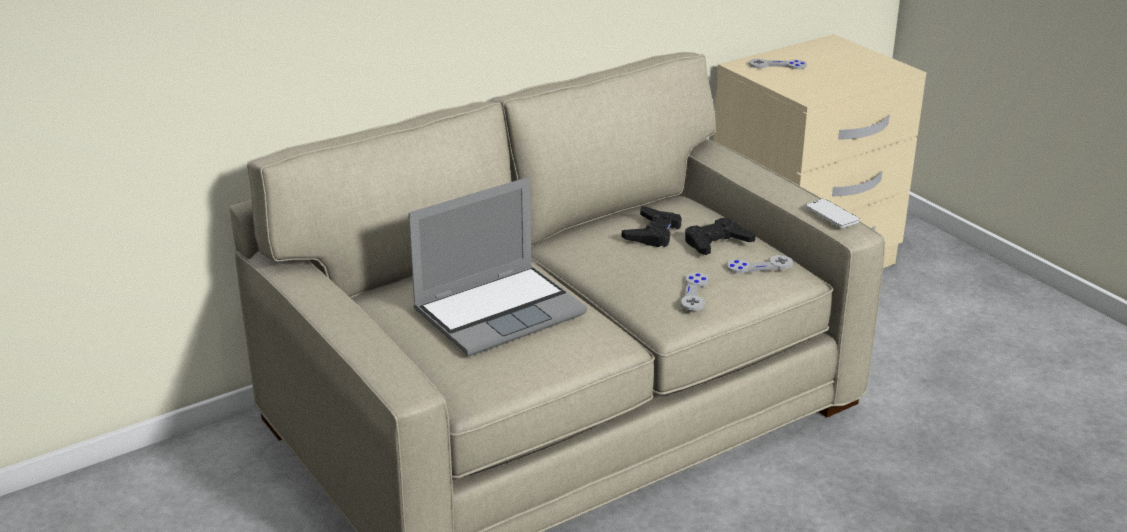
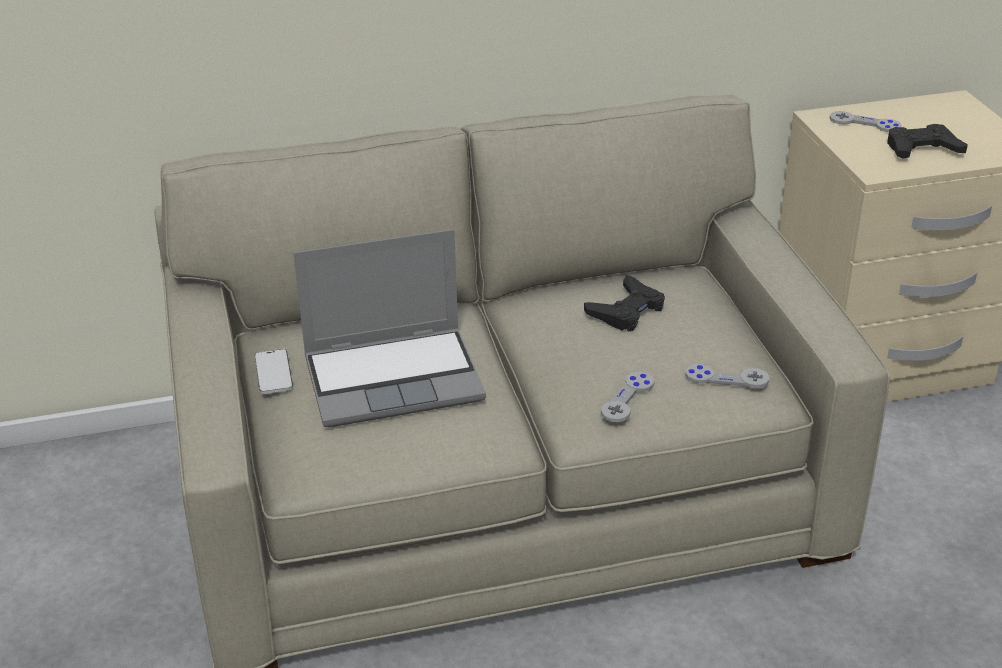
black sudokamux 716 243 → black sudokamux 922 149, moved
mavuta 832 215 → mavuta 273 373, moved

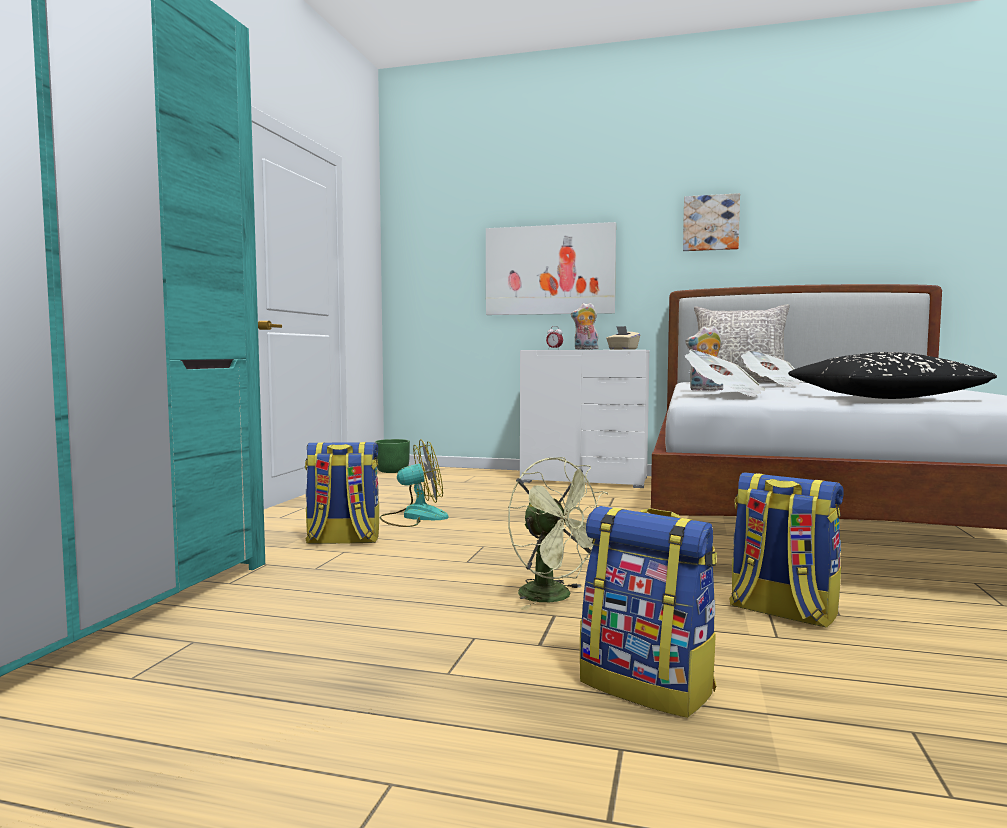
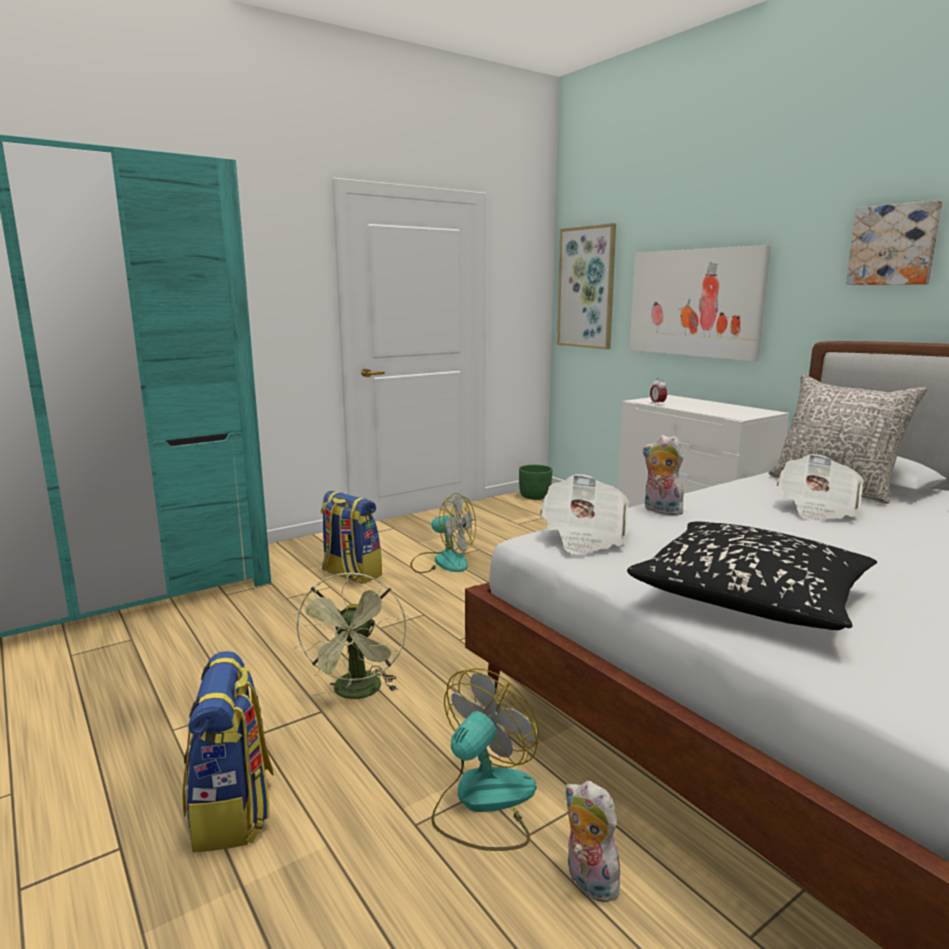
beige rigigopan 622 349 → -
- → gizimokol 586 287
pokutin 585 349 → pokutin 588 881, moved
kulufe 781 612 → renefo 483 802

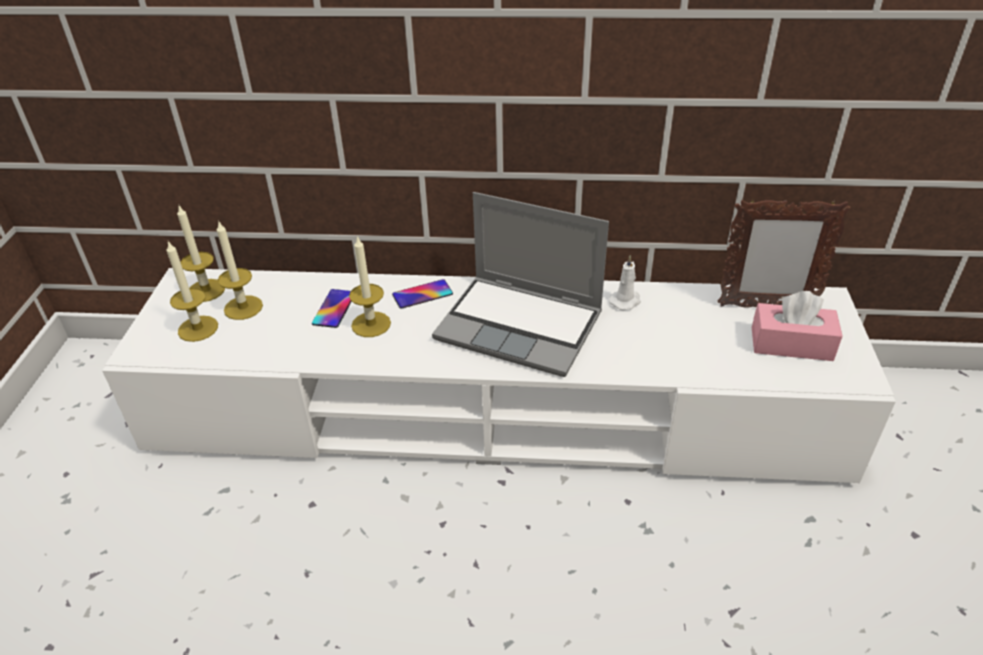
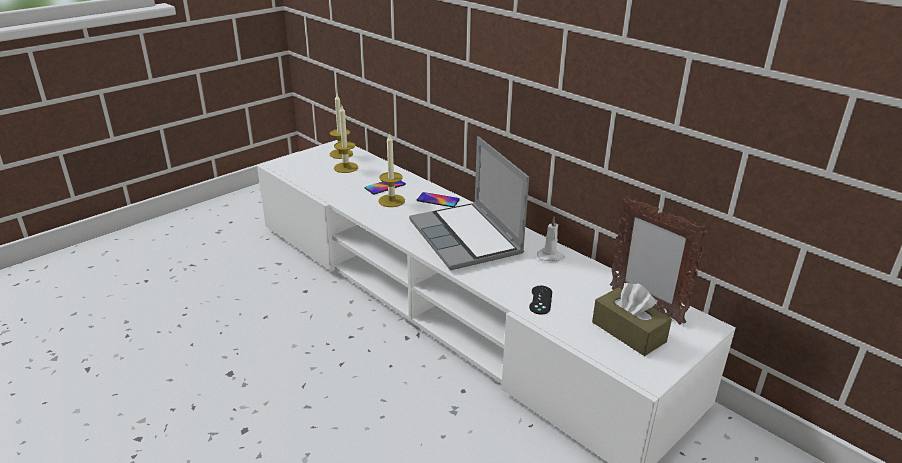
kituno 198 328 → -
- → black sudokamux 540 300
pink rigigopan 791 344 → brown rigigopan 628 332

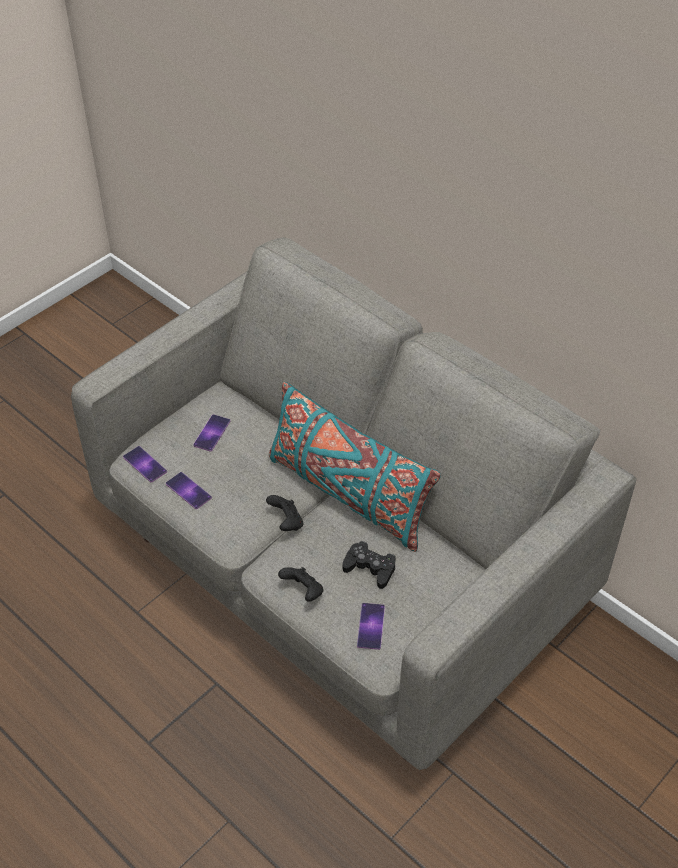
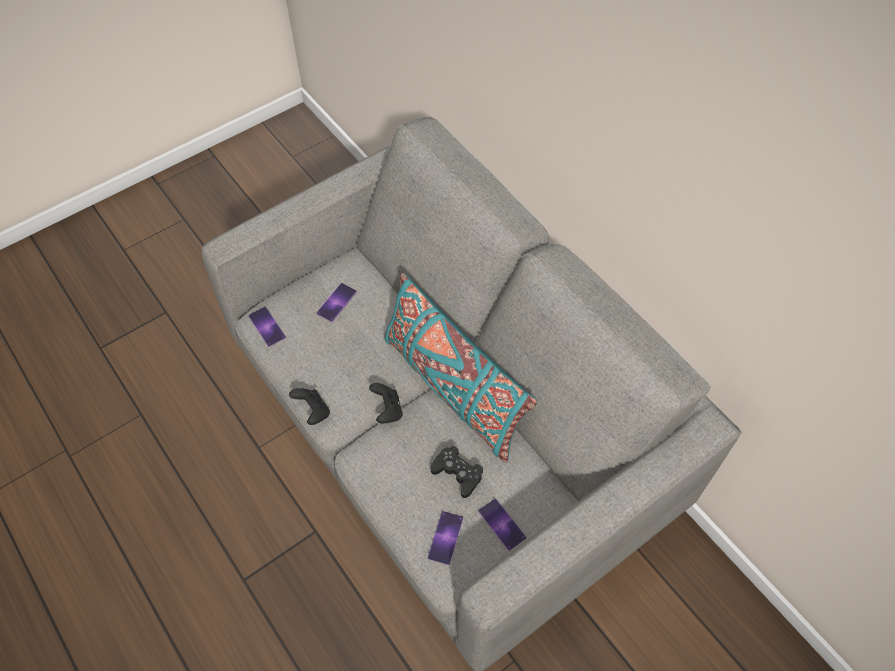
mavuta 188 491 → mavuta 502 524, moved
black sudokamux 303 592 → black sudokamux 313 411, moved

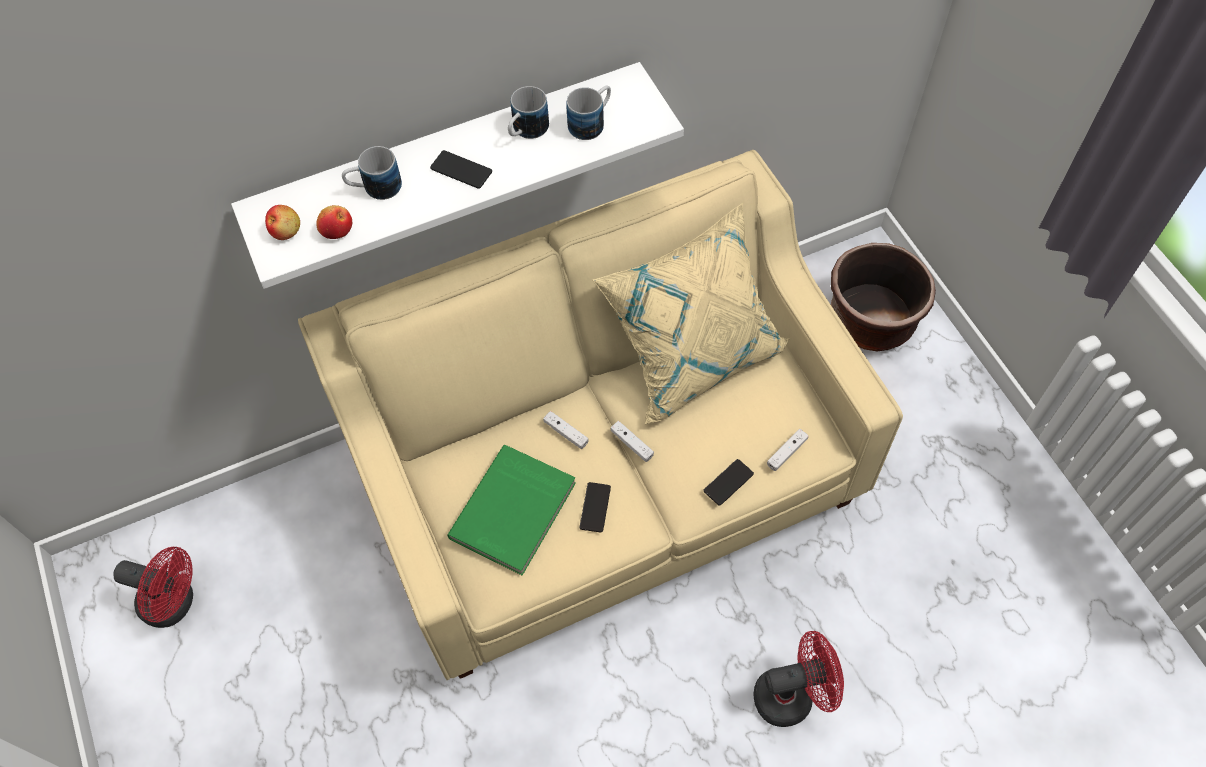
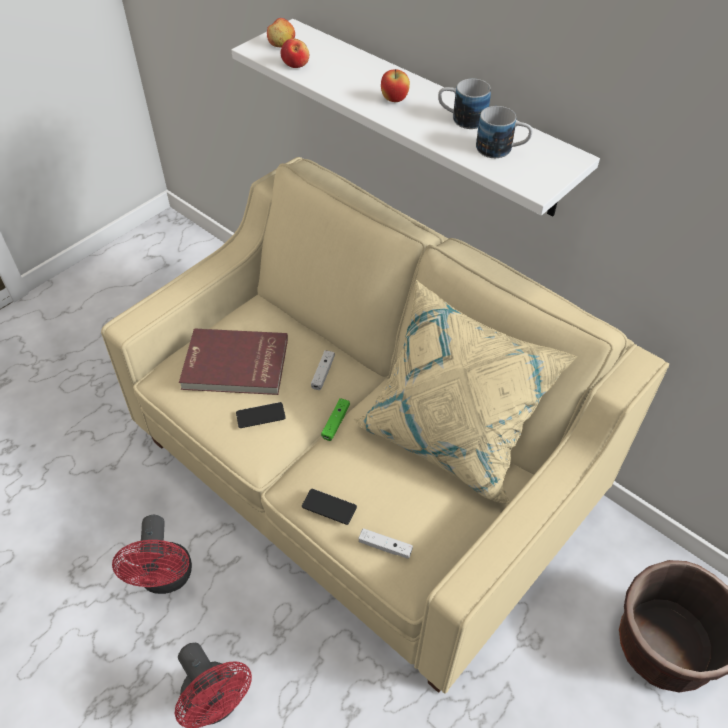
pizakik 374 188 → -
red renefo 175 604 → red renefo 166 579, moved
mavuta 461 170 → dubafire 394 100
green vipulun 515 511 → red vipulun 235 365
white sudokamux 632 444 → green sudokamux 336 422

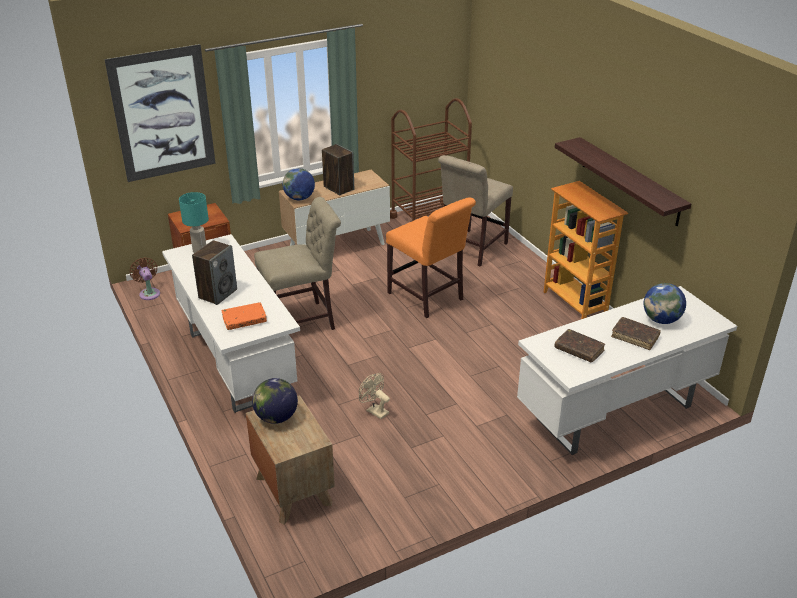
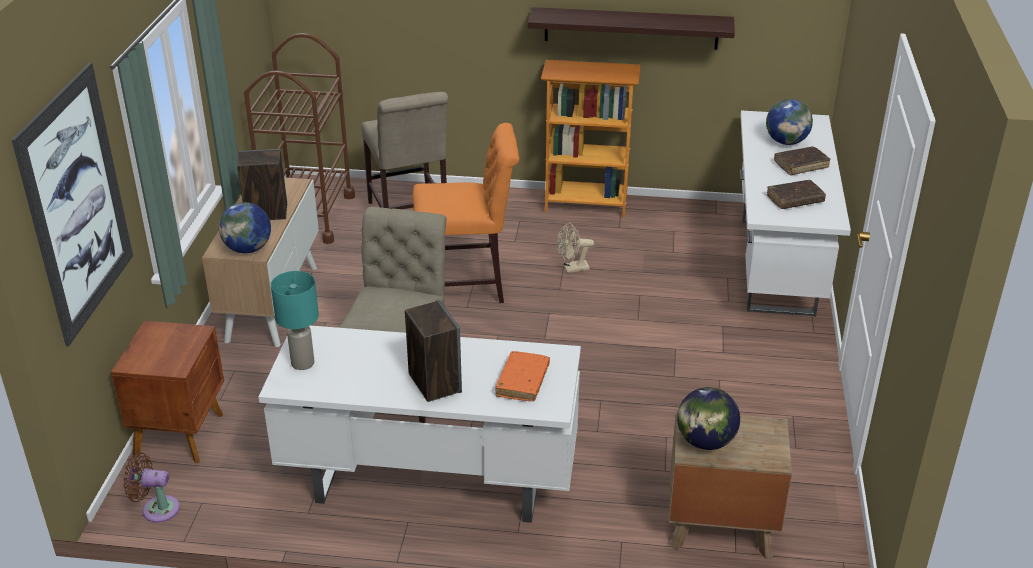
beige renefo 374 411 → beige renefo 572 269, moved

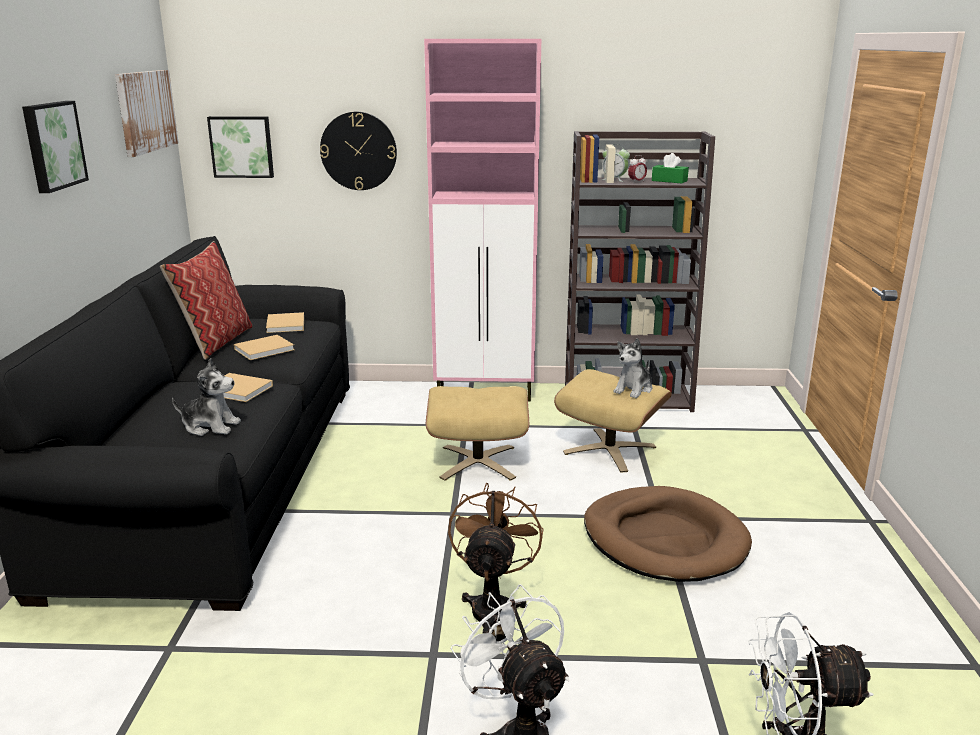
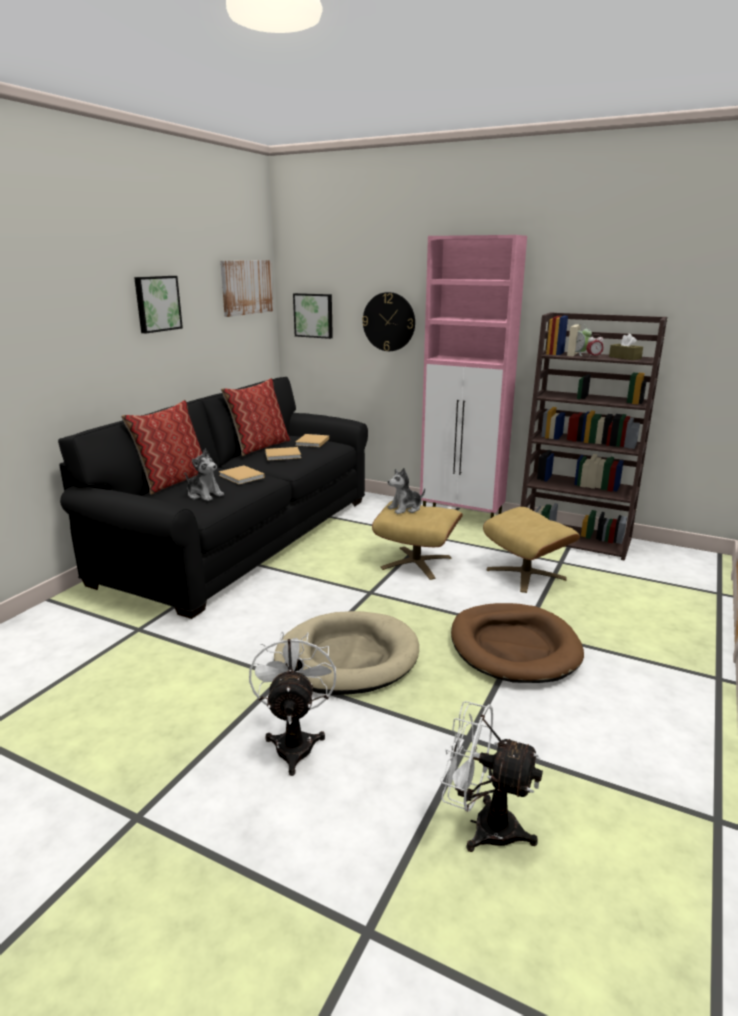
- → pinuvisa 173 481
pokutin 634 389 → pokutin 405 508, moved
brown renefo 493 606 → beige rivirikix 347 658
green rigigopan 669 181 → brown rigigopan 625 358

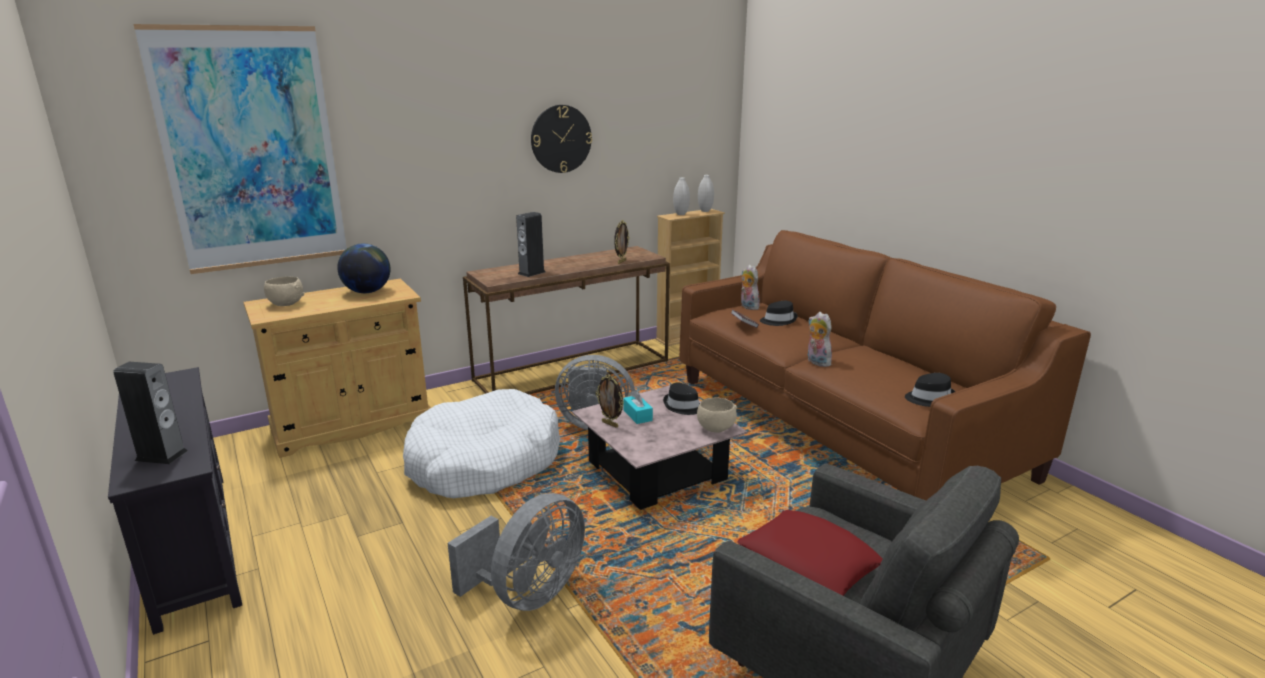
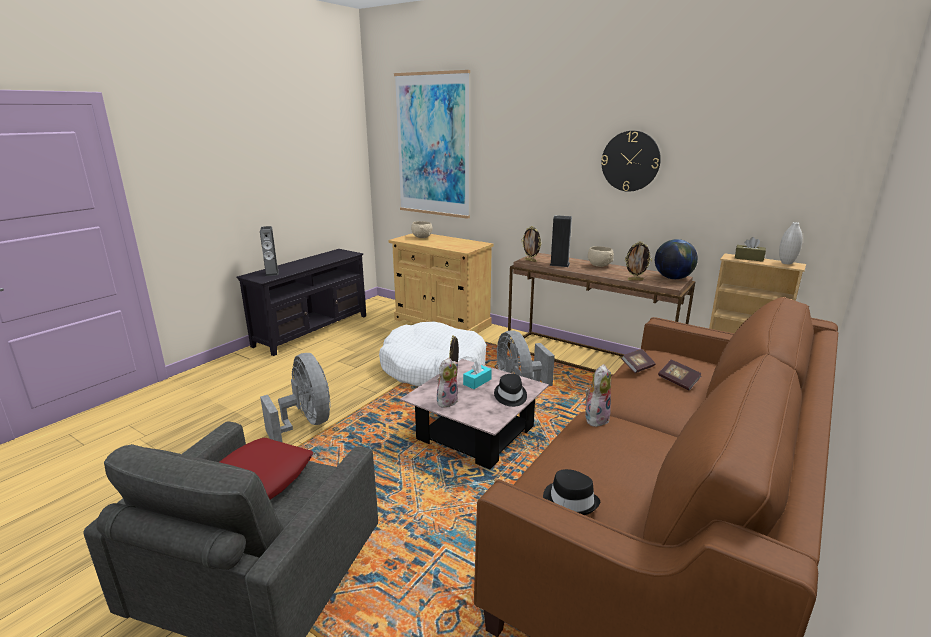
- → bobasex 530 260
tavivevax 367 292 → tavivevax 673 278, moved
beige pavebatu 715 428 → beige pavebatu 599 265, moved
pokutin 747 307 → pokutin 447 401, moved
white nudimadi 681 214 → brown rigigopan 748 258
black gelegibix 778 320 → vipulun 678 381
grey renefo 528 594 → grey renefo 306 424, 135 degrees counterclockwise

